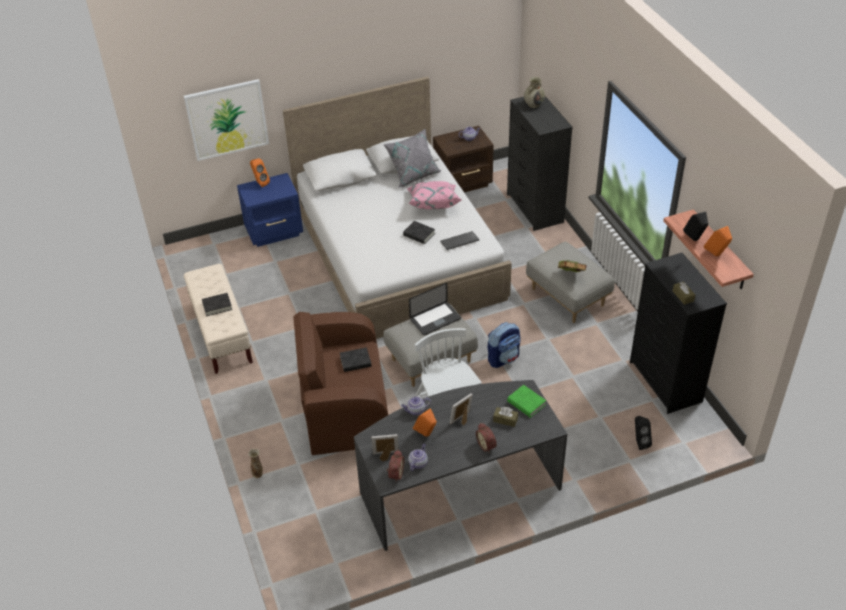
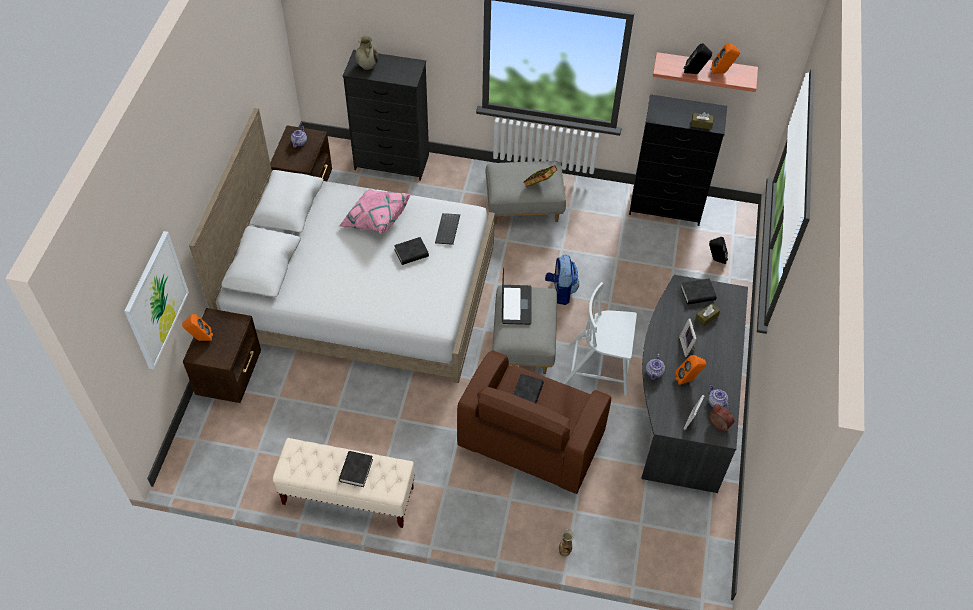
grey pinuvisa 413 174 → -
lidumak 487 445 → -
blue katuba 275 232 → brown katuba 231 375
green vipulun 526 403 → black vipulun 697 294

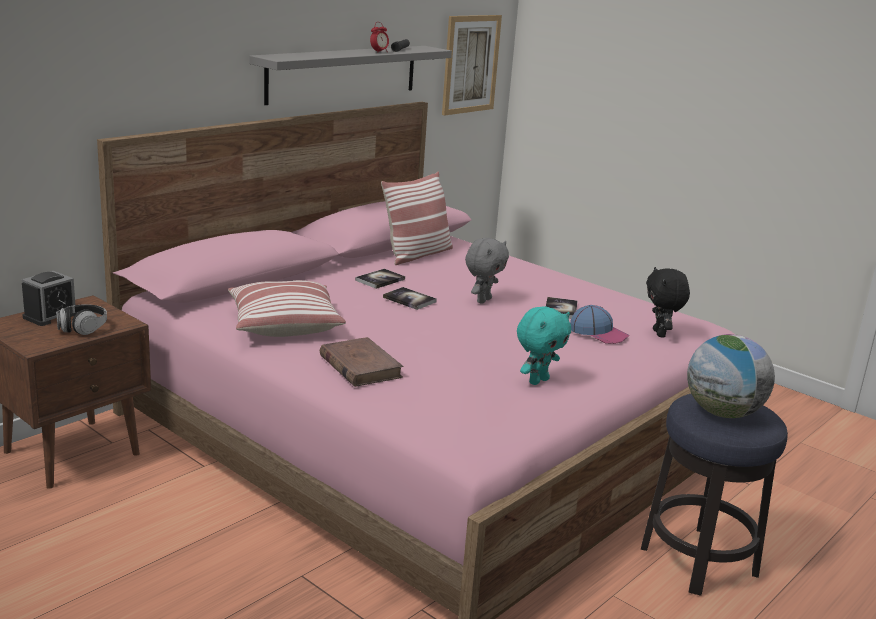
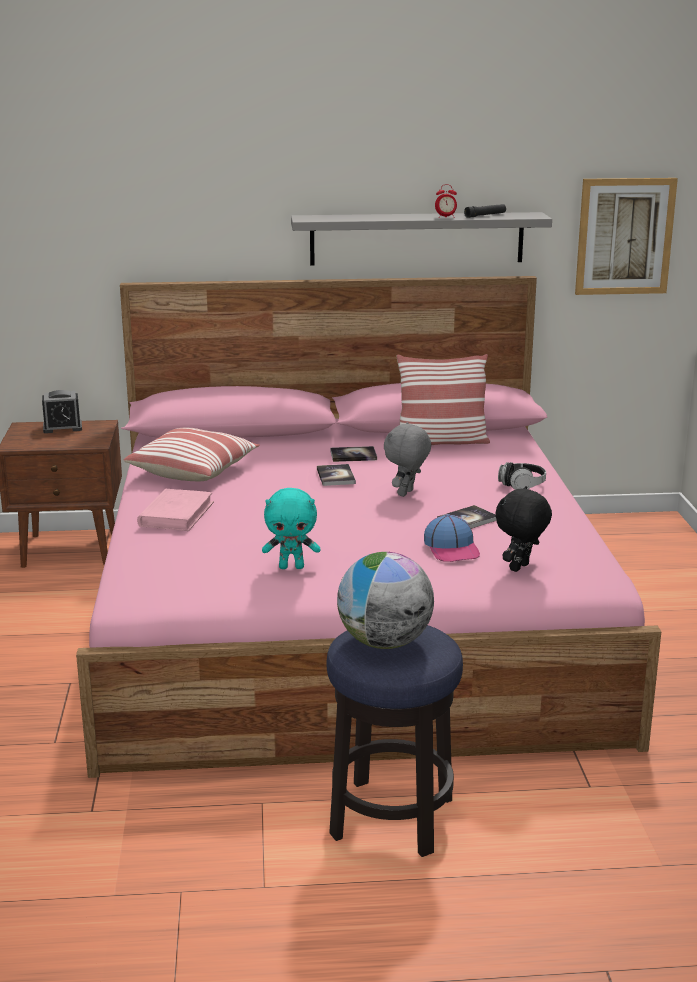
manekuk 82 328 → manekuk 522 485, moved
brown vipulun 360 366 → pink vipulun 176 514
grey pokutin 483 300 → grey pokutin 406 493, 135 degrees clockwise

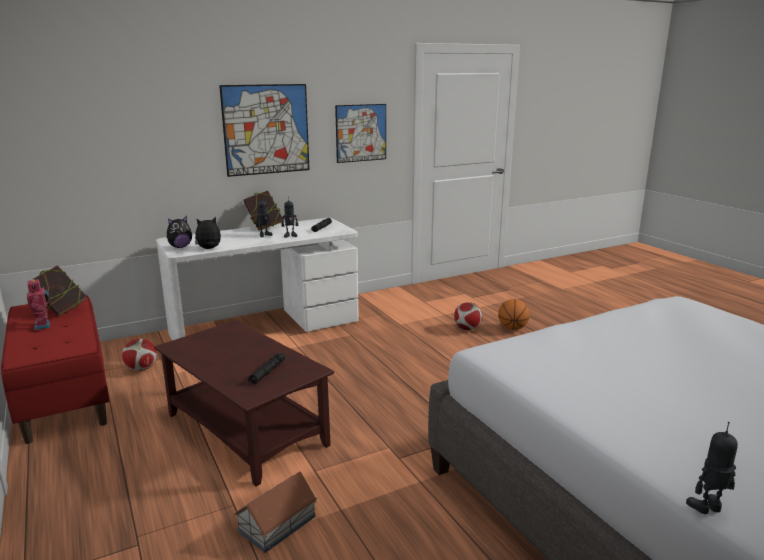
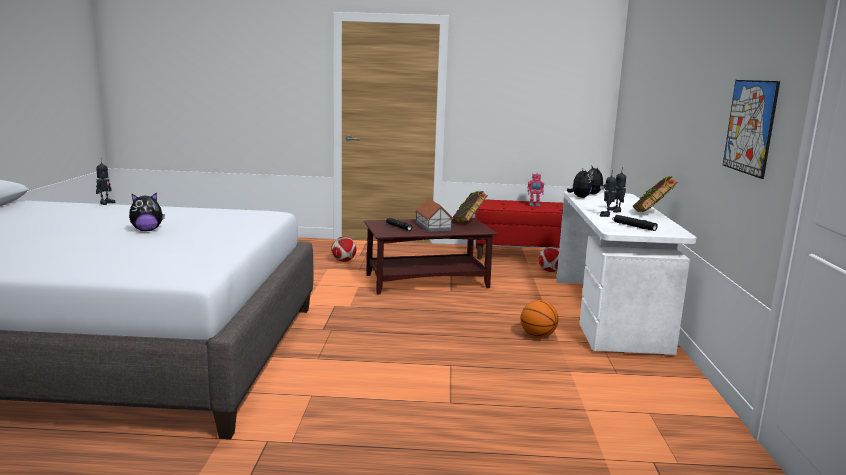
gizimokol 266 129 → -
- → pokutin 147 230
vipulun 61 310 → vipulun 469 223, moved
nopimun 276 524 → nopimun 433 226, moved
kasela 467 329 → kasela 343 261, moved
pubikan 512 328 → pubikan 537 336, moved

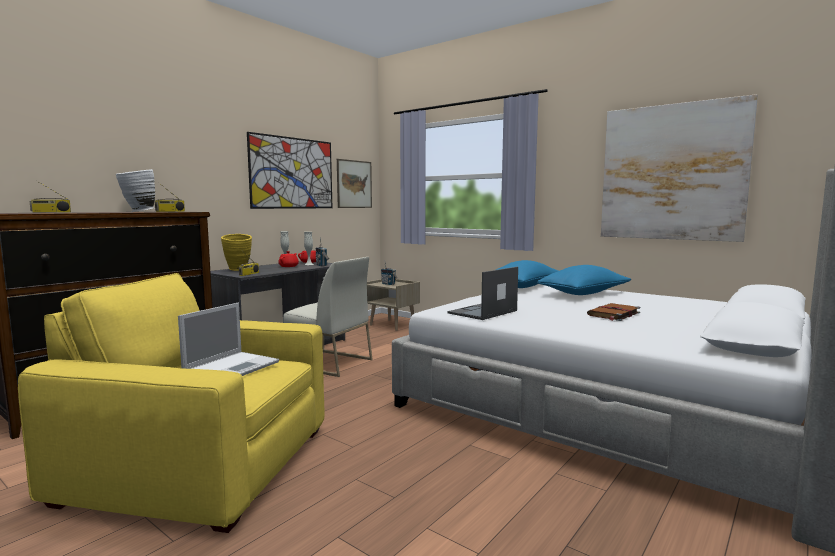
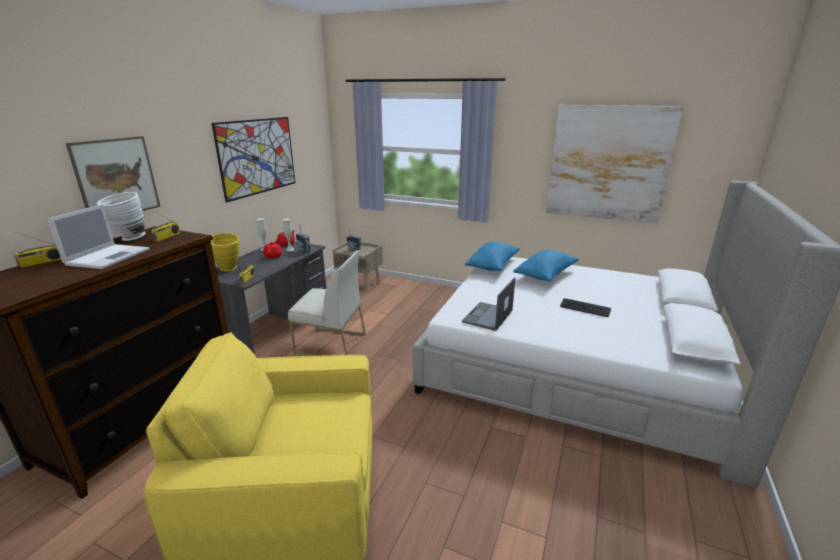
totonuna 233 367 → totonuna 109 256, moved
gizimokol 354 184 → gizimokol 117 178, moved
brown vipulun 613 314 → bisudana 585 308

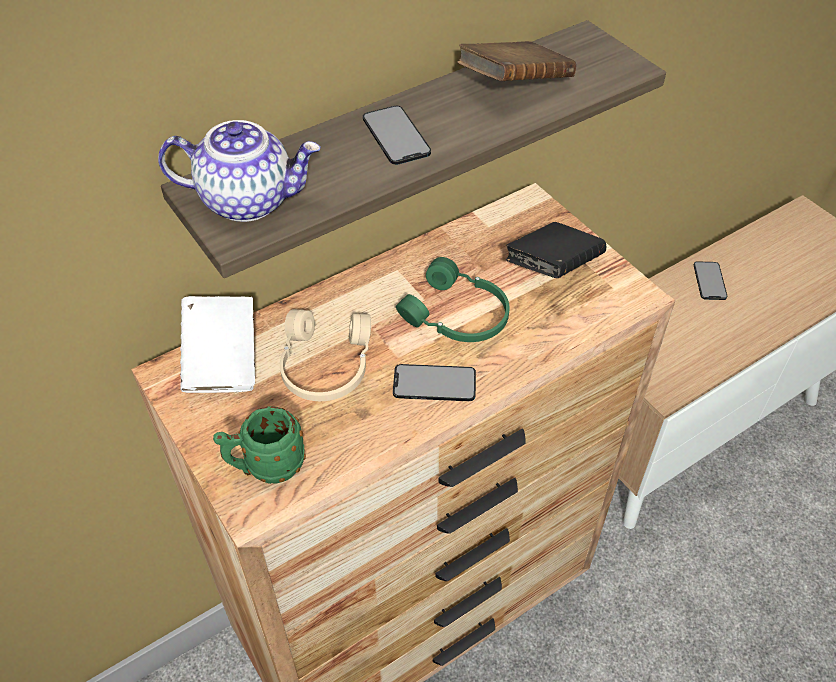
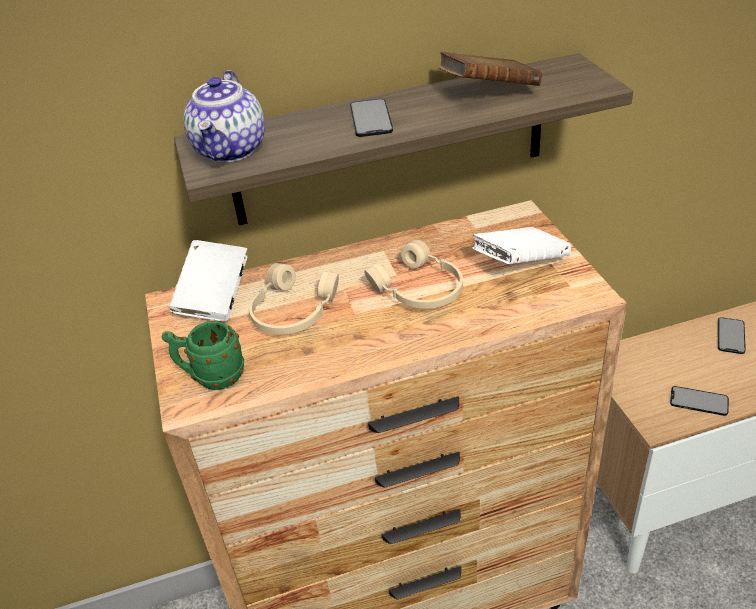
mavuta 434 383 → mavuta 699 401, moved
green manekuk 457 316 → beige manekuk 418 290
black vipulun 553 267 → white vipulun 520 264
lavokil 248 200 → lavokil 231 150, 75 degrees clockwise

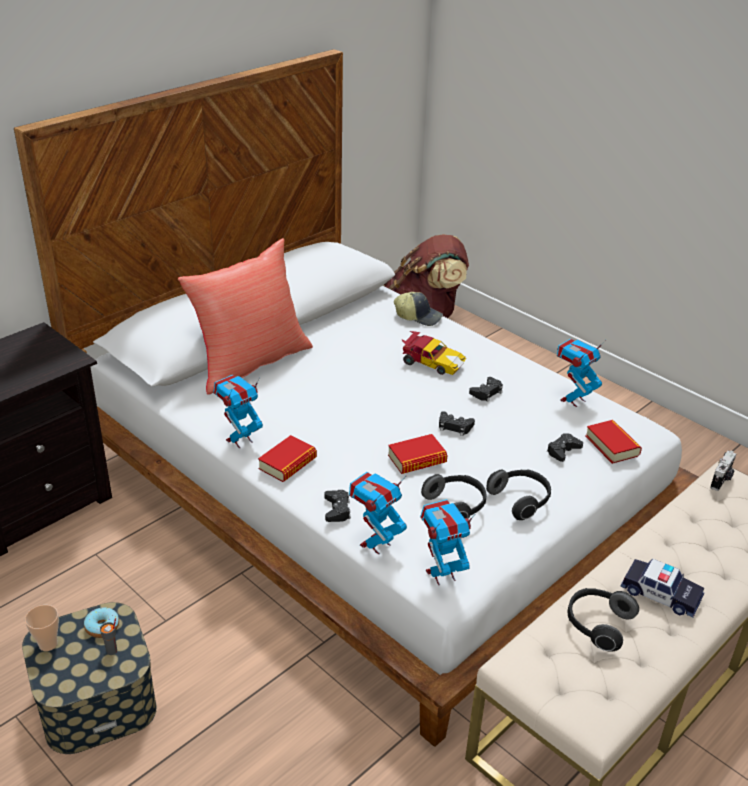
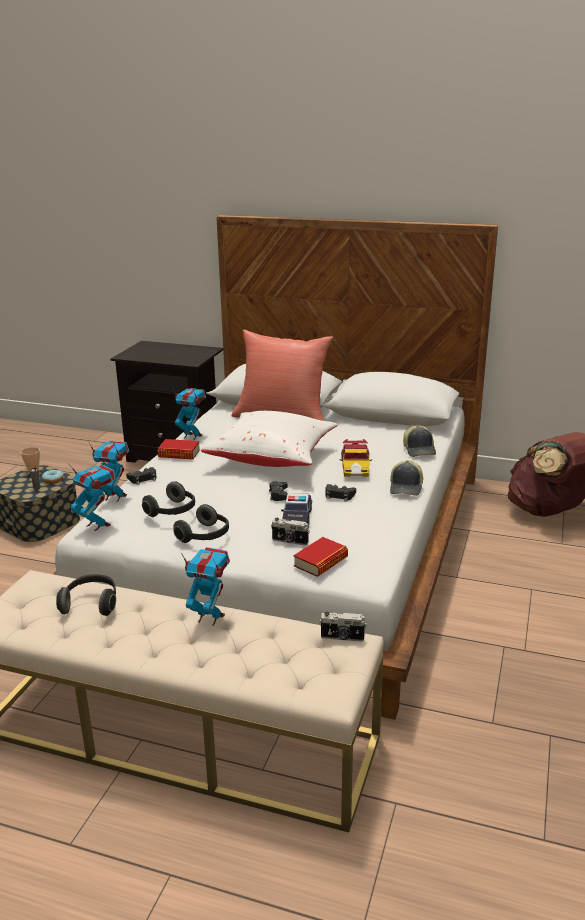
vipulun 417 459 → -
- → white pinuvisa 273 458
- → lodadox 406 487
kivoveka 573 400 → kivoveka 210 617, moved
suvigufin 660 594 → suvigufin 297 518, moved
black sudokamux 563 451 → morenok 290 541

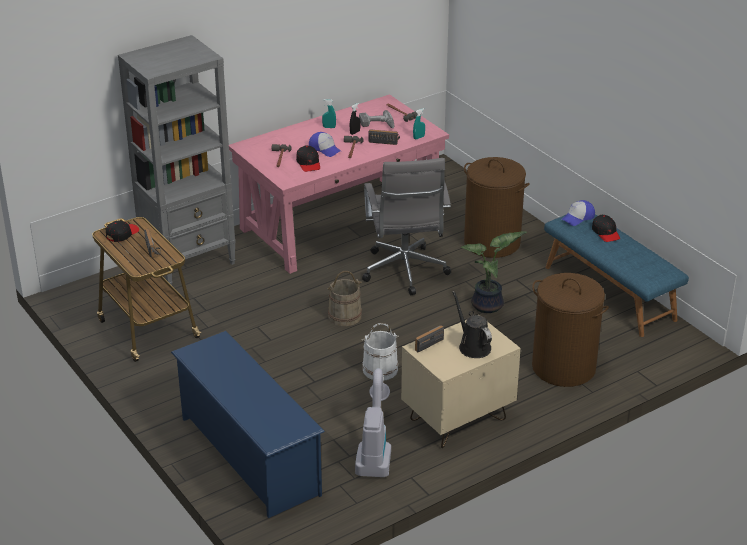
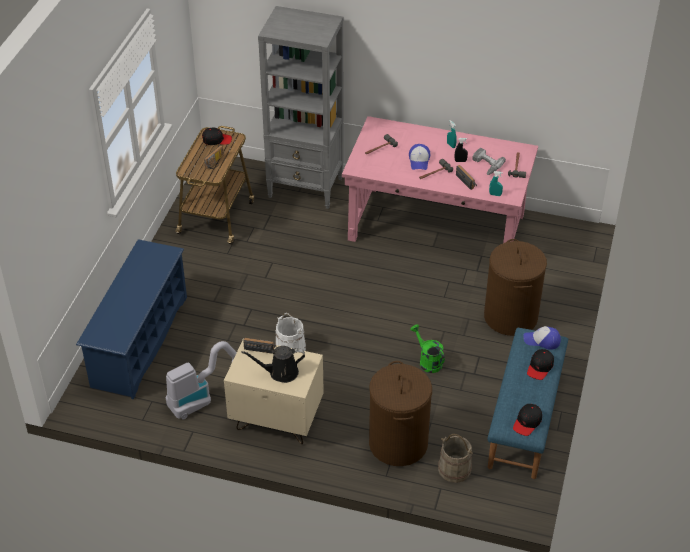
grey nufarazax 405 273 → -
black lodadox 308 163 → black lodadox 527 422, moved
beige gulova 344 316 → beige gulova 454 469, moved
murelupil 489 306 → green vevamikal 427 361
black vevamikal 473 346 → black vevamikal 280 372, 120 degrees counterclockwise

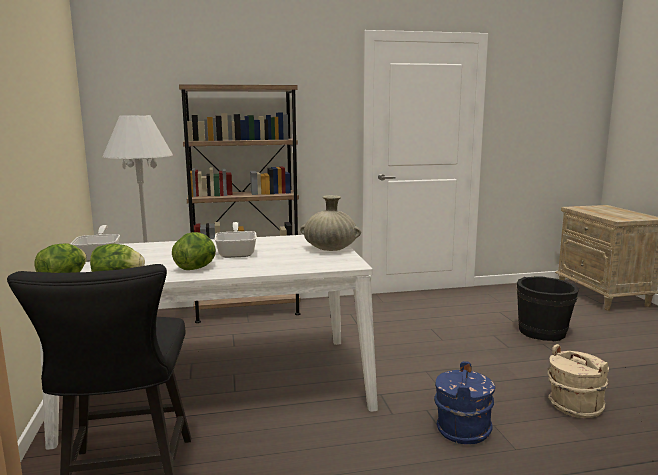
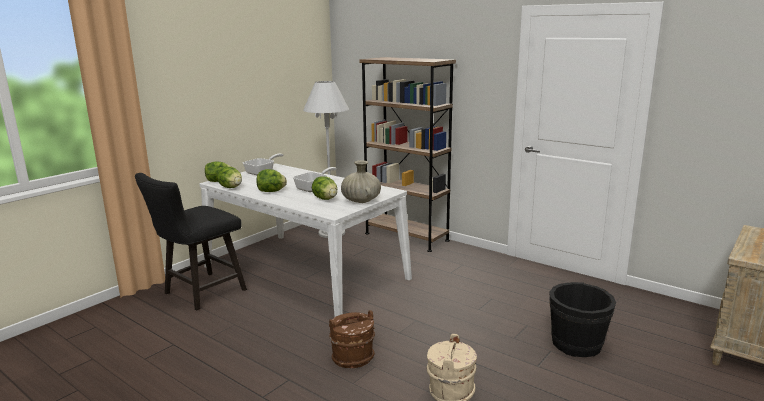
- → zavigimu 325 199
blue gulova 462 430 → brown gulova 352 357

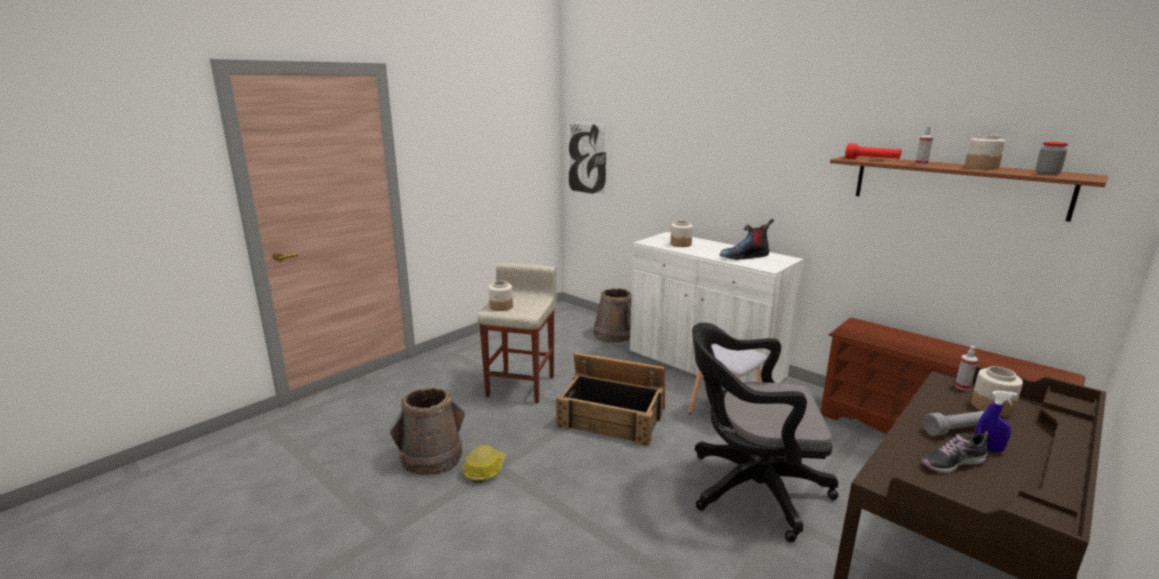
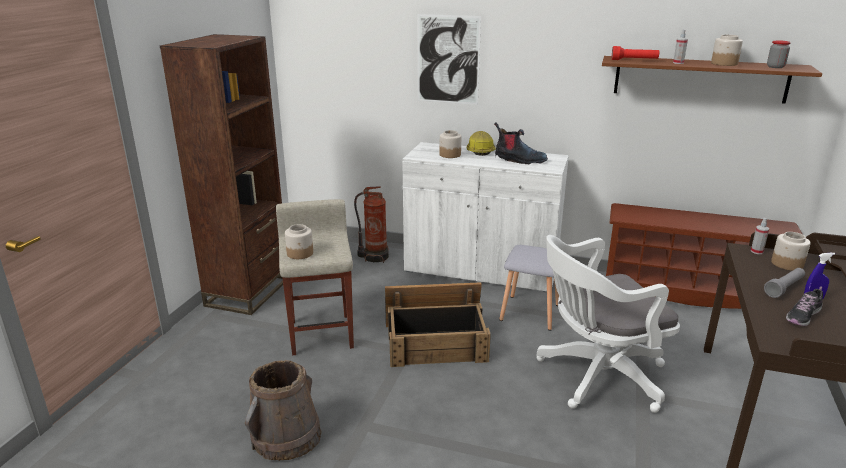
- → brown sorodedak 248 291
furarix 484 469 → furarix 479 151, moved
gizimokol 586 158 → gizimokol 448 60, moved
brown gulova 614 335 → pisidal 374 257
black nufarazax 749 488 → white nufarazax 596 376
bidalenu 744 256 → bidalenu 519 160, 120 degrees counterclockwise

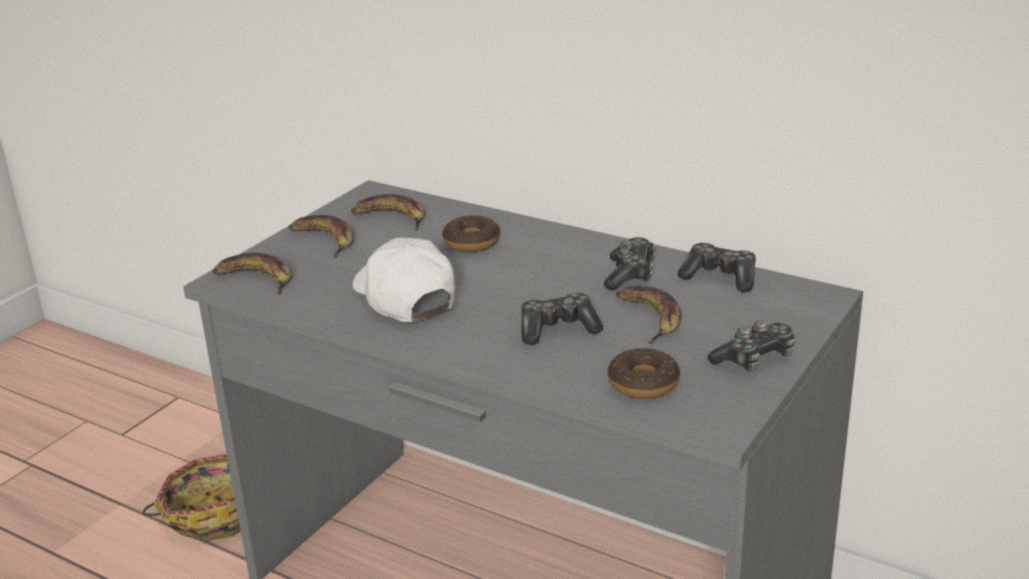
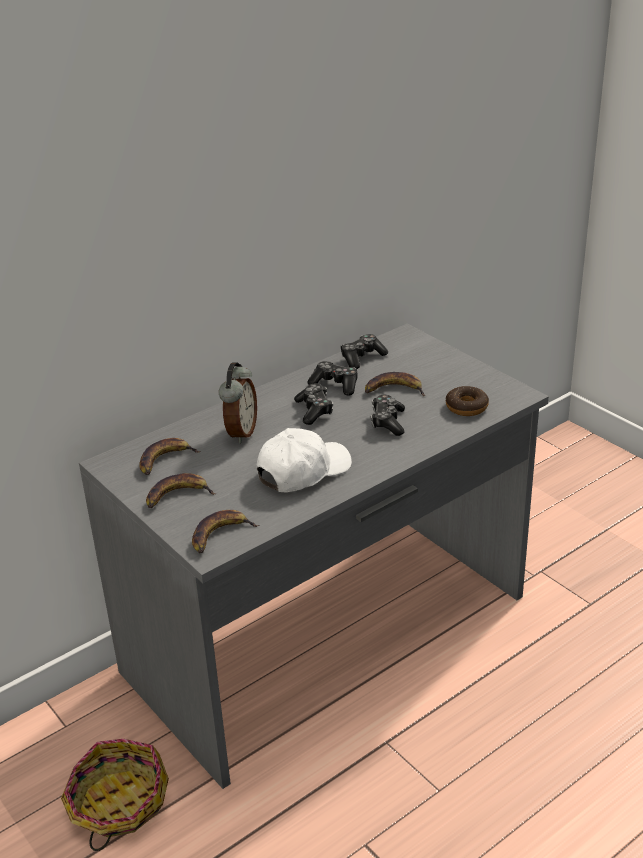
sudokamux 754 359 → sudokamux 314 410, moved
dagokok 471 242 → lidumak 240 432
white lodadox 405 297 → white lodadox 303 471, 150 degrees clockwise

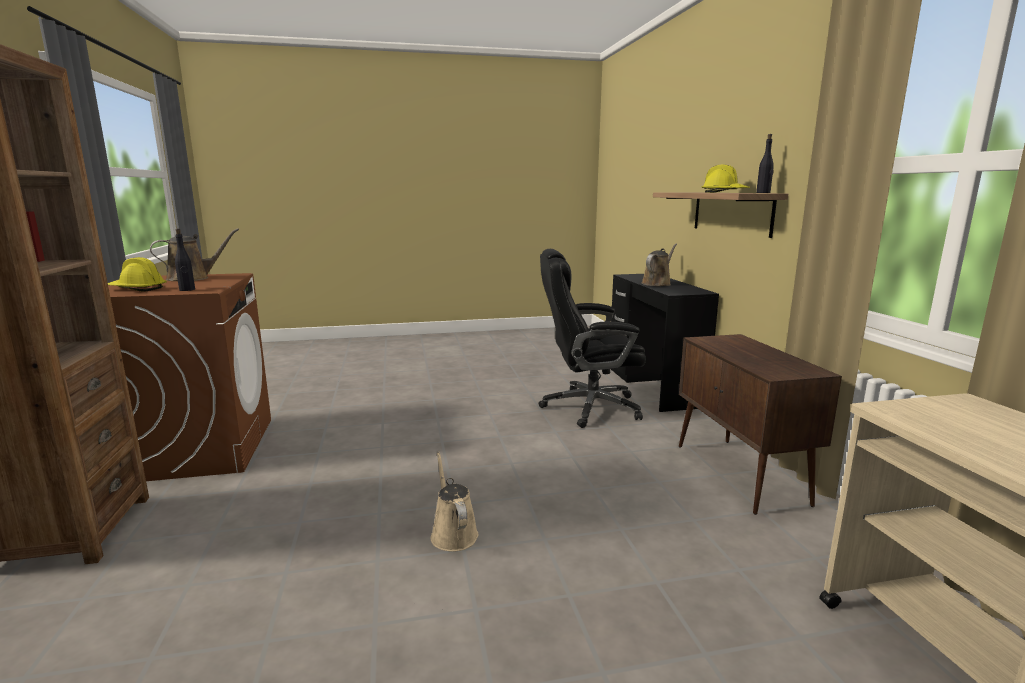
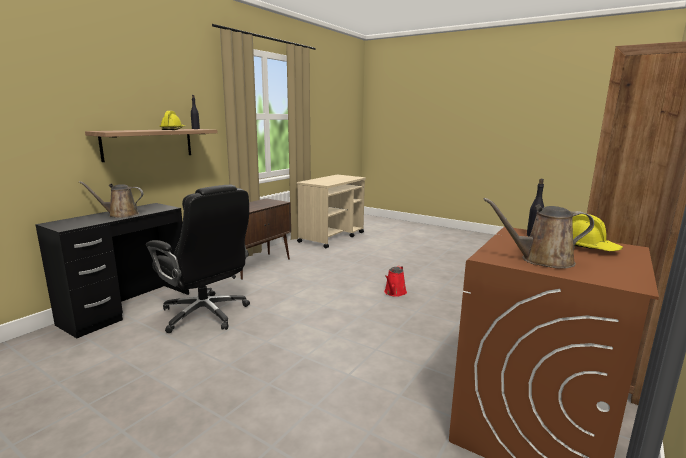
beige vevamikal 453 533 → red vevamikal 394 293

